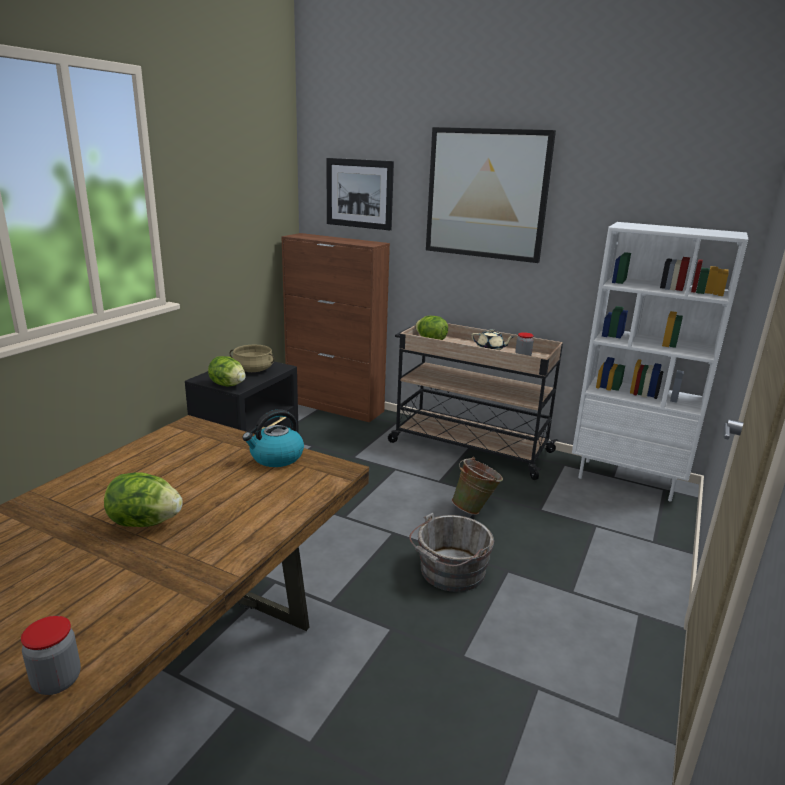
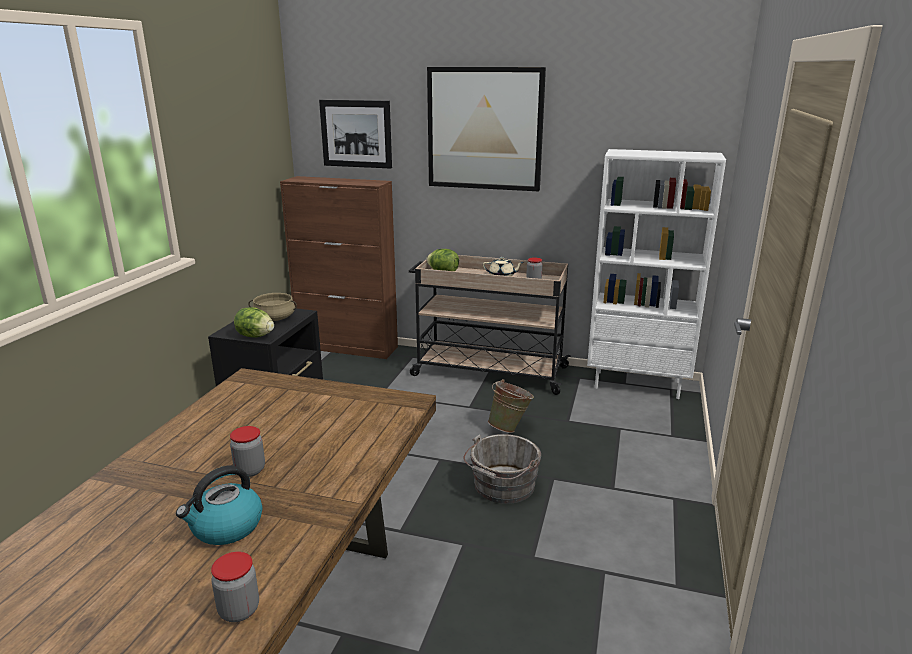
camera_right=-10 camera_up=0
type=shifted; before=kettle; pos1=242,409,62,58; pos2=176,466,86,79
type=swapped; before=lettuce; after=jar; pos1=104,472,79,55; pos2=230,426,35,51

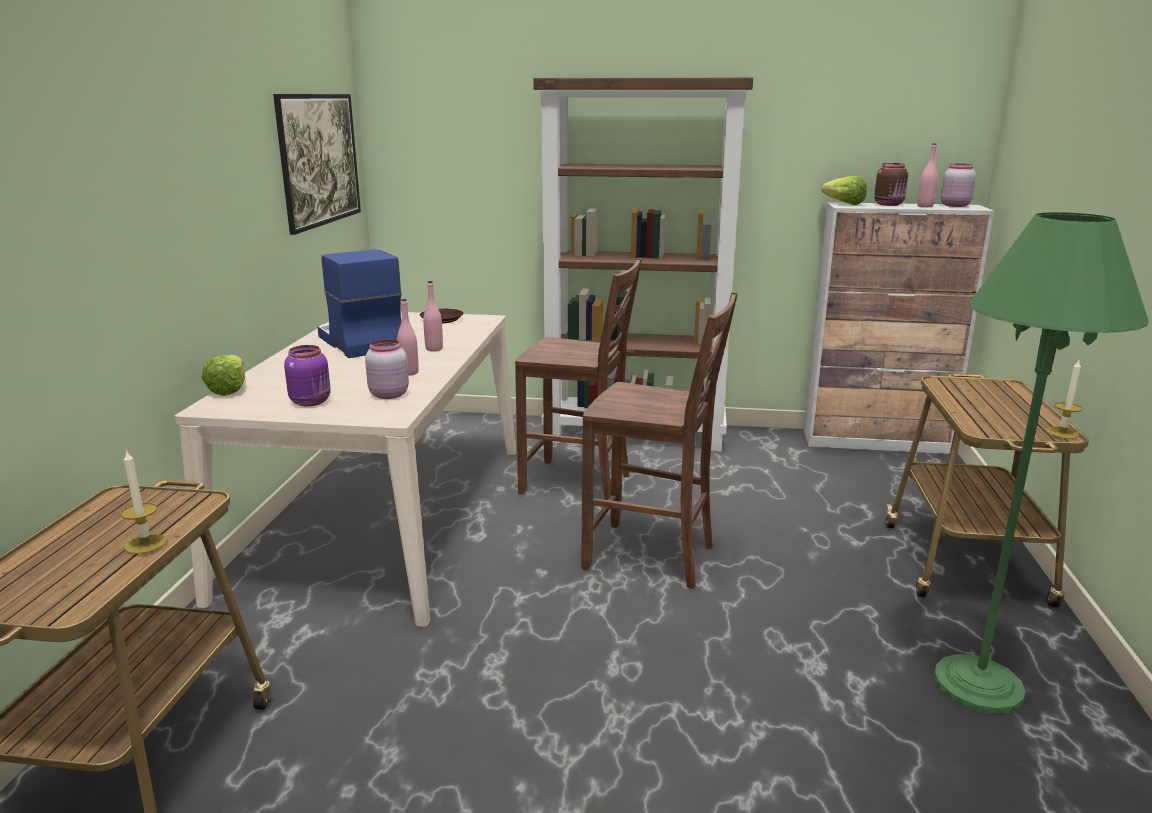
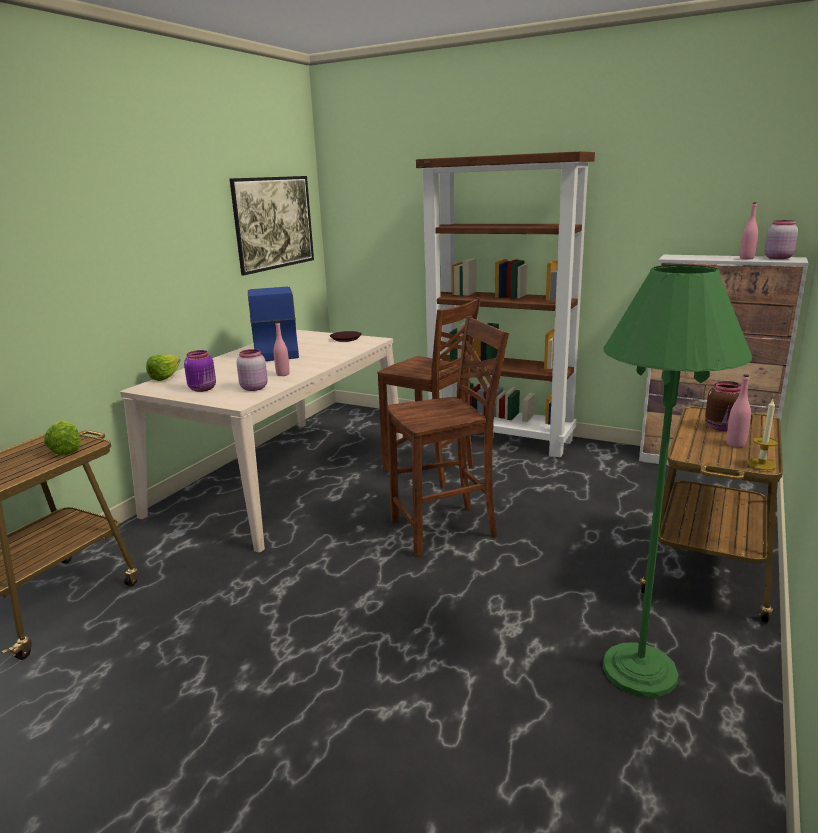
camera_right=20 camera_up=0
type=gone; before=candle; pos1=120,449,47,105
type=shifted; before=pink bottle; pos1=423,281,20,70; pos2=726,374,25,73
type=shifted; before=lettuce; pos1=822,176,45,29; pos2=44,420,37,35
type=shifted; before=brown jar; pos1=874,163,34,43; pos2=705,381,36,50
type=rotated; before=brown chair; pos1=581,291,157,298; pos2=387,316,122,241; turn=-60

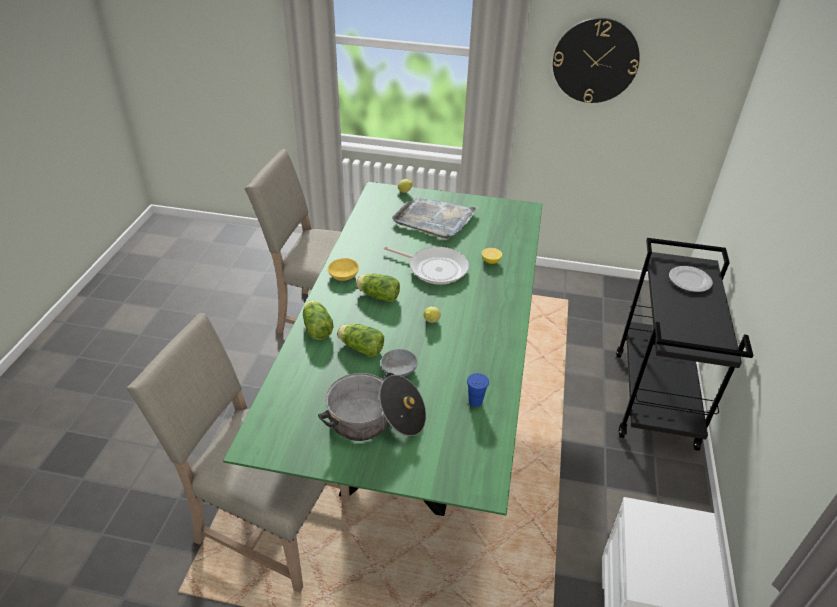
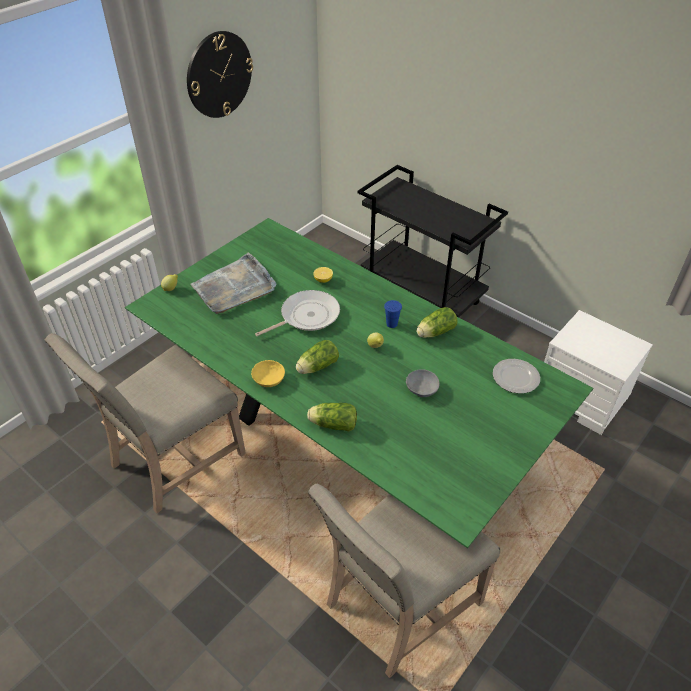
camera_right=-60 camera_up=5
type=gone; before=cooking pot; pos1=318,373,108,68
type=shifted; before=lettuce; pos1=337,324,47,33; pos2=416,307,42,31
type=shifted; before=blue cup; pos1=467,373,22,34; pos2=384,300,18,28
type=shifted; before=plate; pos1=669,266,44,26; pos2=493,359,47,35

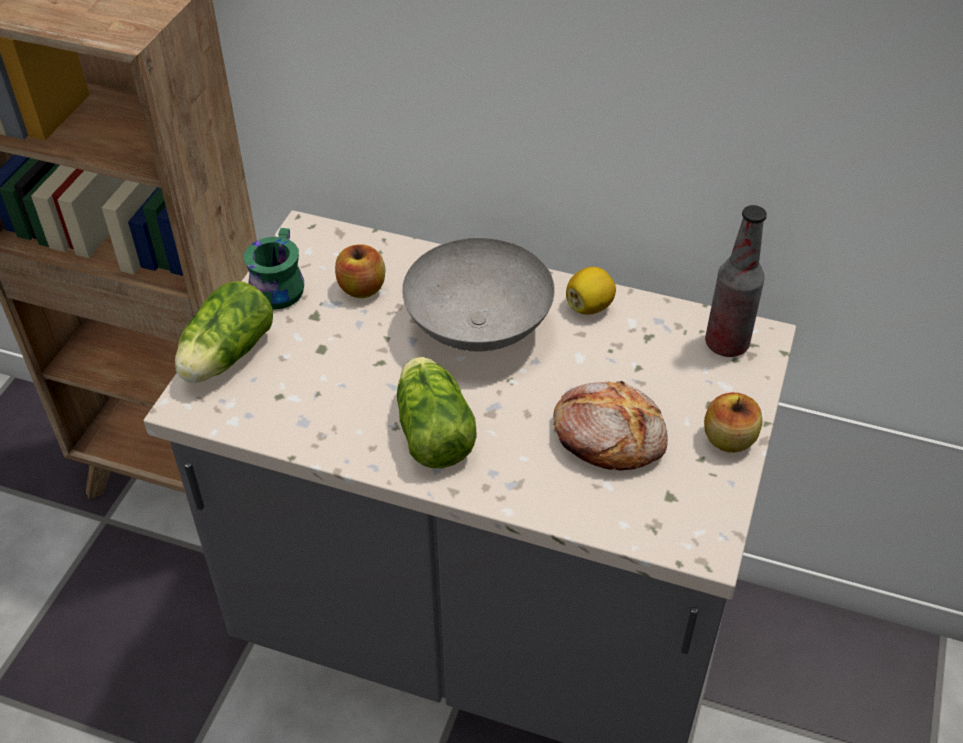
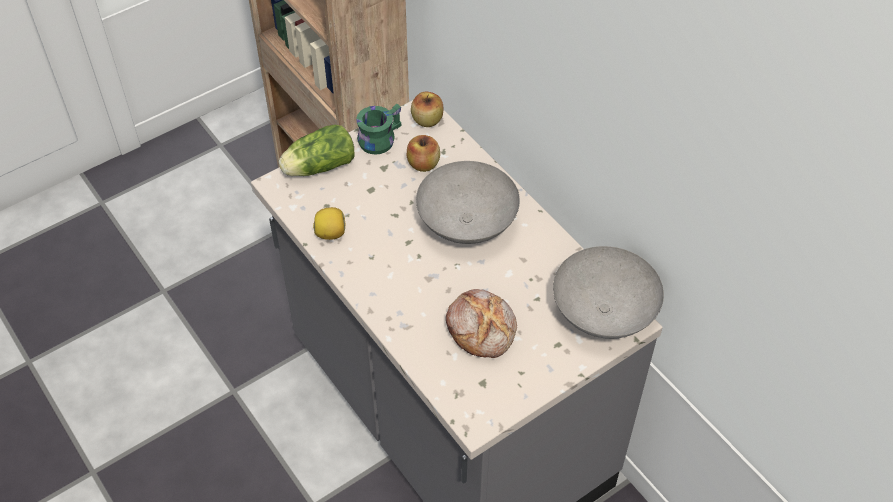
camera_right=35 camera_up=5
type=gone; before=lettuce; pos1=397,357,80,111
type=shifted; before=lemon; pos1=566,267,50,48; pos2=313,207,33,33
type=shifted; before=apple; pos1=704,393,58,60; pos2=411,92,32,35
type=swapped; before=bottle; after=grey bowl; pos1=705,205,62,152; pos2=553,246,111,93

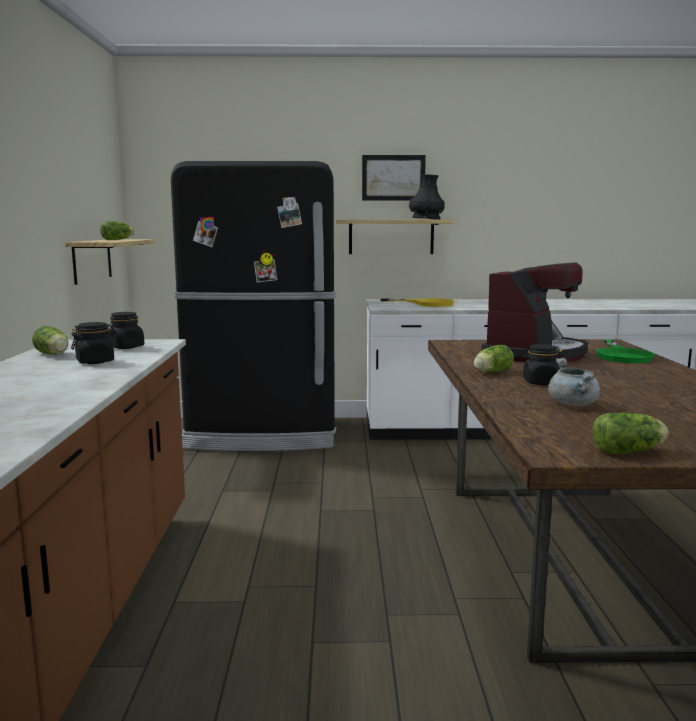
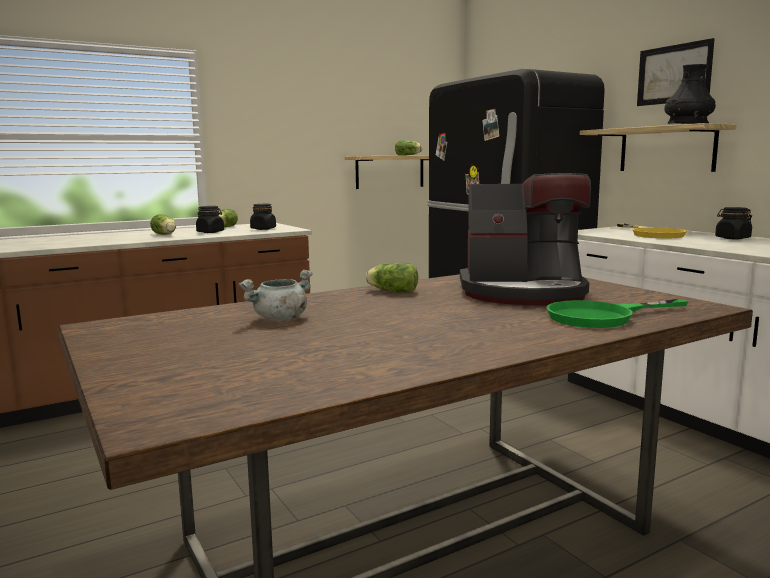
camera_right=60 camera_up=0
type=shifted; before=black jar; pos1=521,344,42,41; pos2=715,207,37,32
type=shifted; before=lettuce; pos1=593,413,76,41; pos2=150,214,26,21

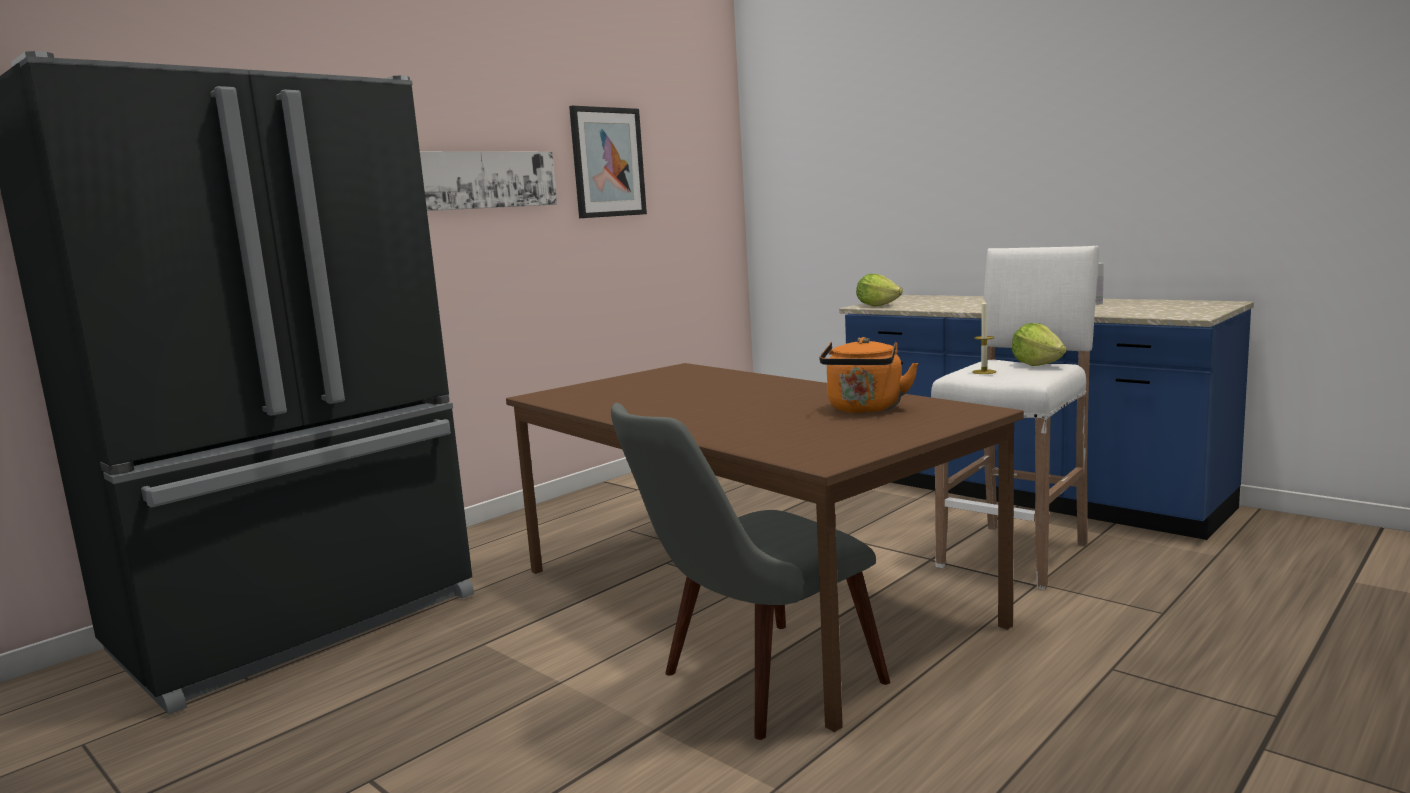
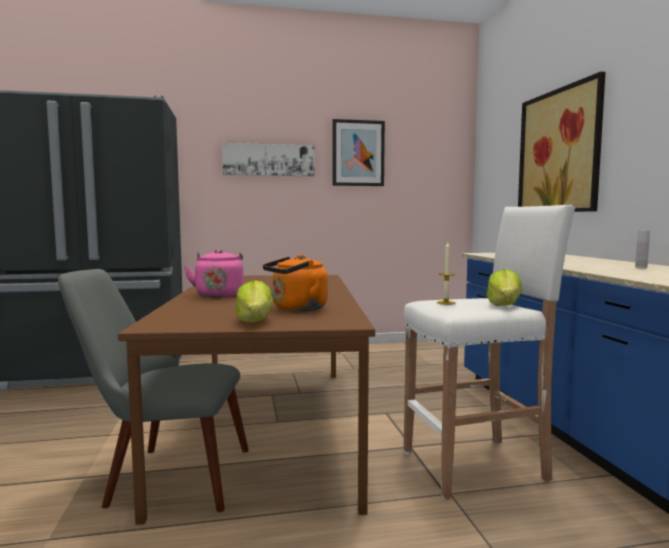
camera_right=35 camera_up=-5
type=new; after=pink kettle; pos2=184,249,59,48
type=new; after=picture; pos2=518,72,88,140
type=shifted; before=lettuce; pos1=856,274,47,33; pos2=235,280,39,43

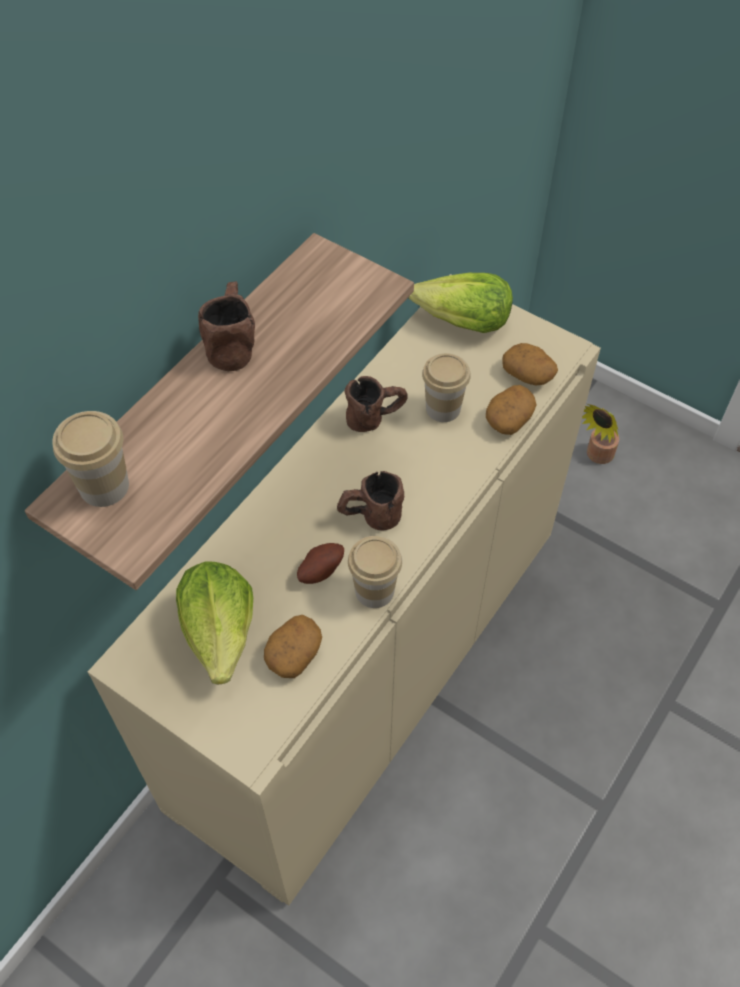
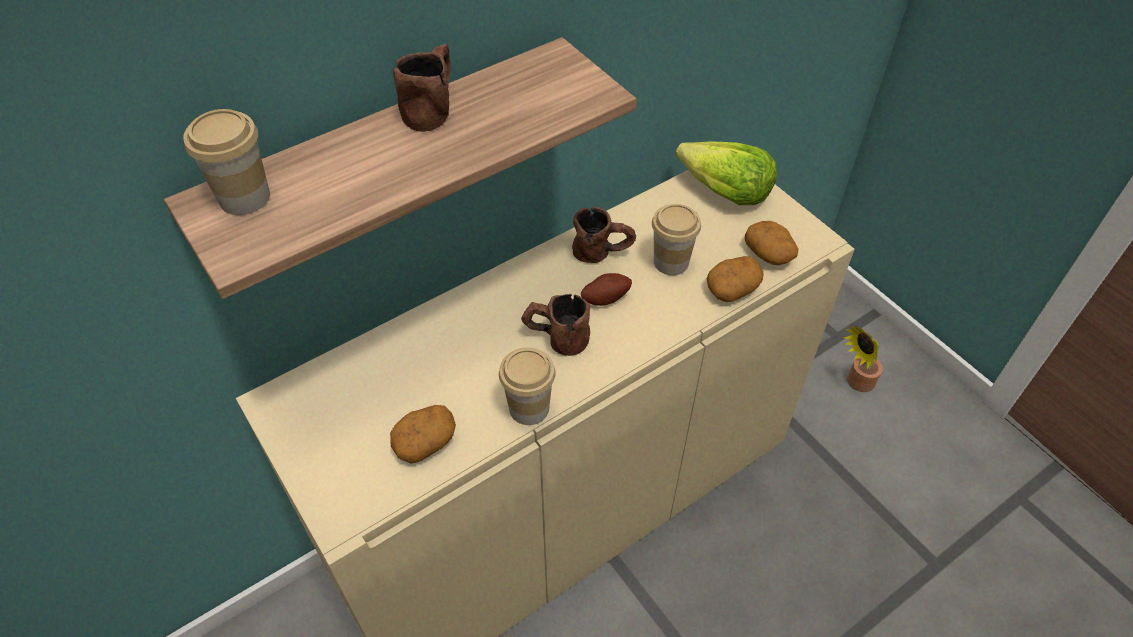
camera_right=20 camera_up=-5
type=gone; before=lettuce; pos1=176,562,77,122
type=shifted; before=potato; pos1=297,543,47,41; pos2=581,273,51,33

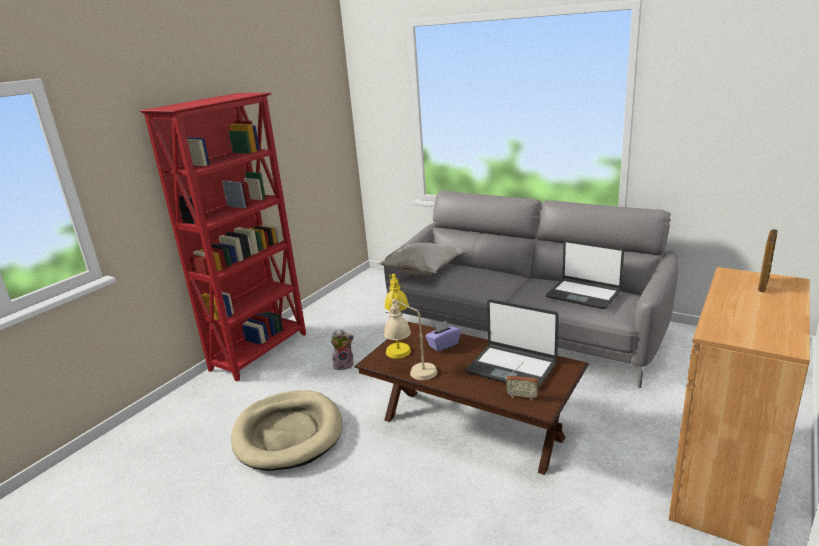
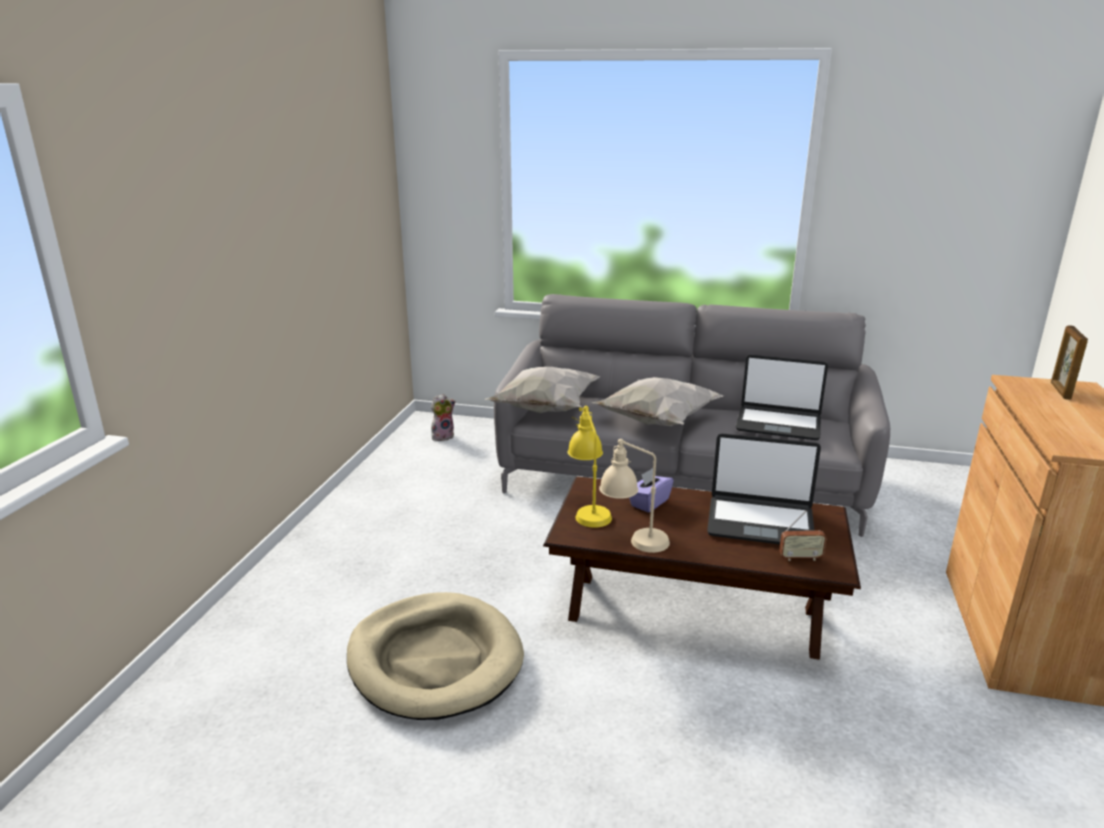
camera_right=-20 camera_up=0
type=gone; before=red bookcase; pos1=139,93,167,288
type=new; after=white pillow; pos2=592,377,132,49
type=shifted; before=plush toy; pos1=331,330,23,40; pos2=431,394,25,47

